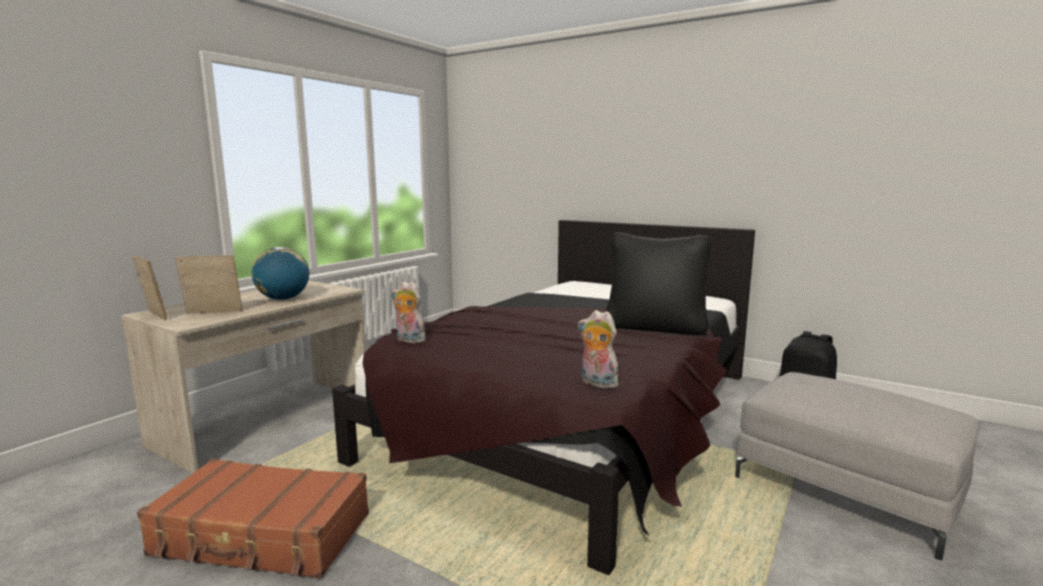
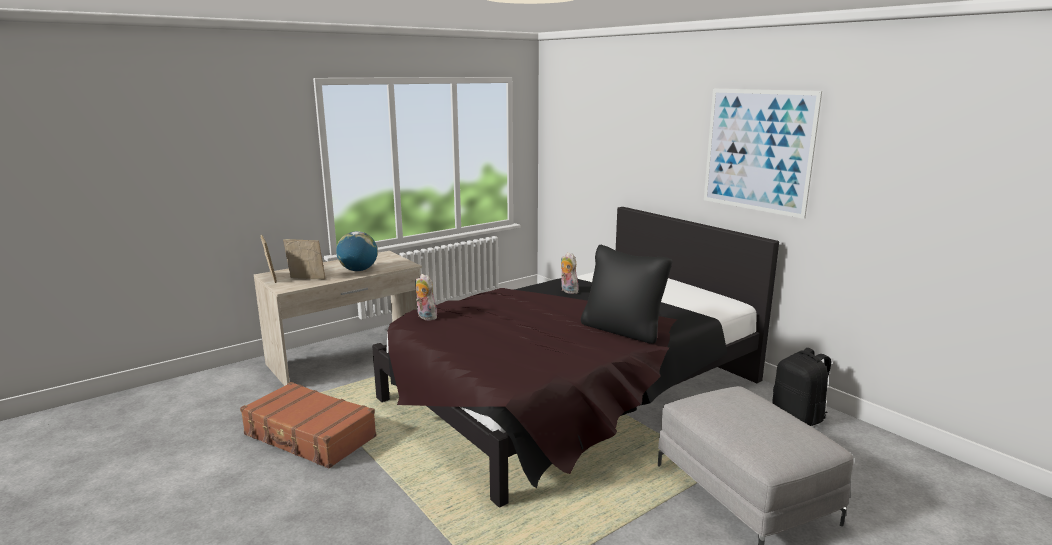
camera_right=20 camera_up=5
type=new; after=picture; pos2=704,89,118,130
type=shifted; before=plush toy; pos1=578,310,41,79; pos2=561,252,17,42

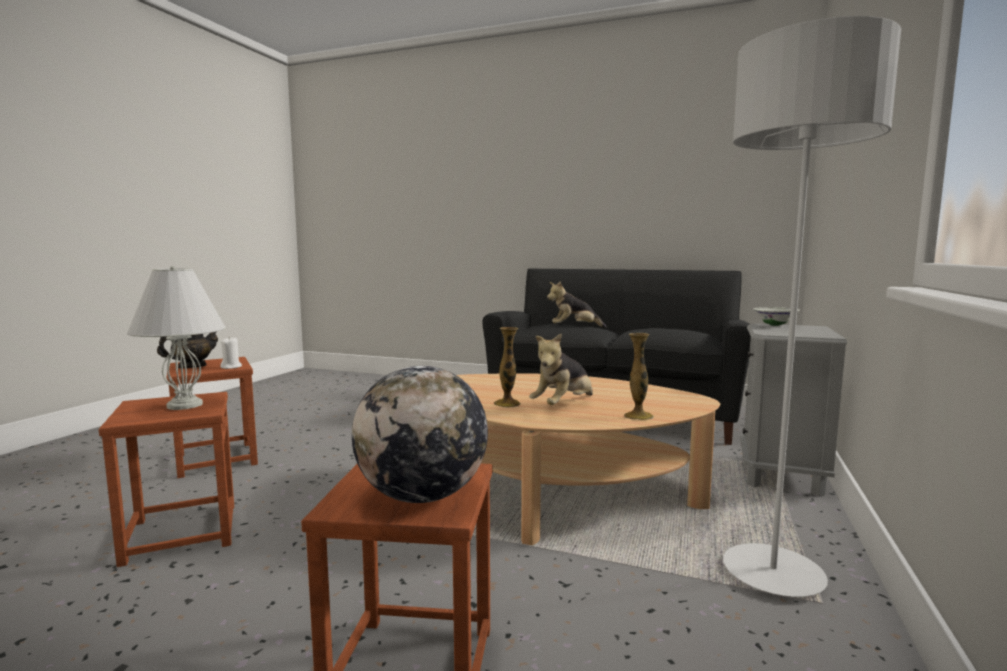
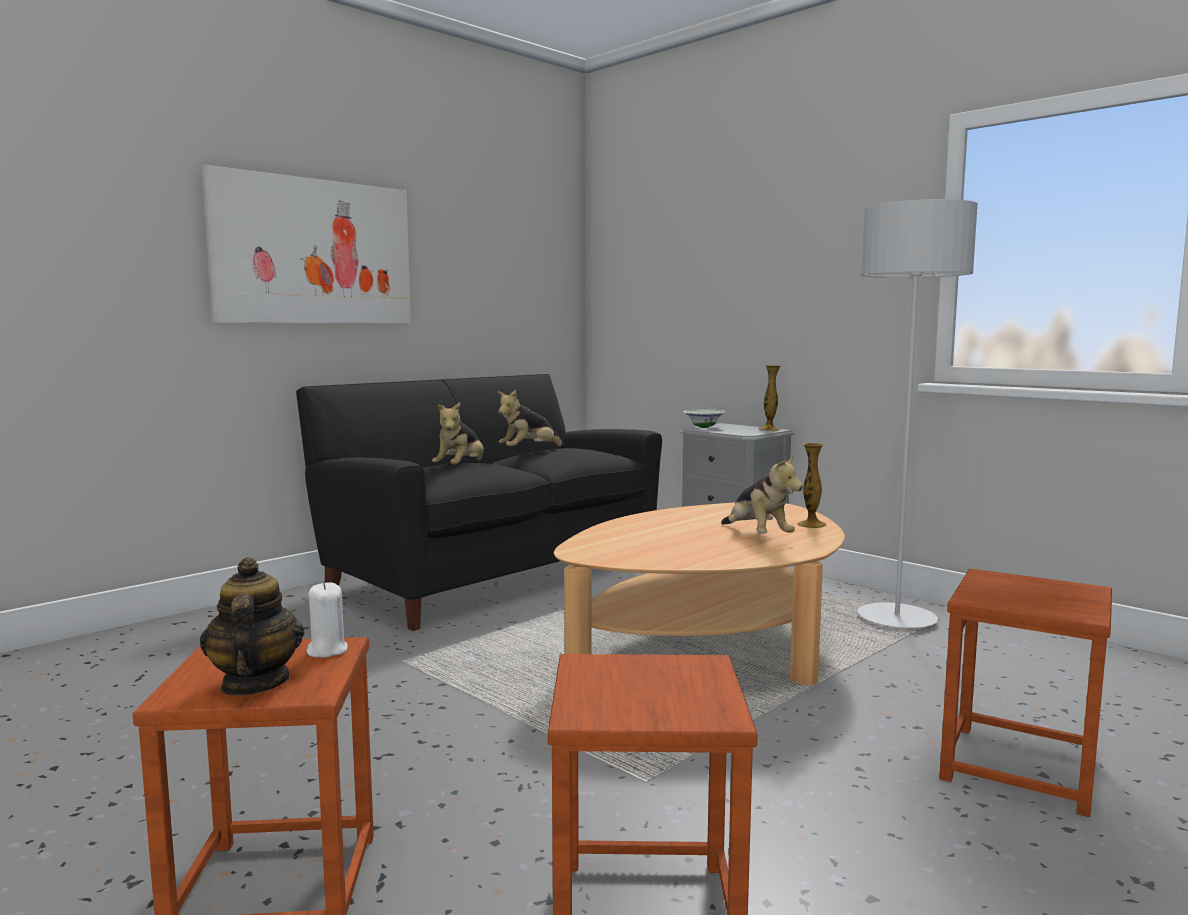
camera_right=-65 camera_up=0
type=gone; before=white table lamp; pos1=127,266,99,144
type=gone; before=globe; pos1=352,366,136,137
type=new; after=picture; pos2=202,165,209,158
type=new; after=plush toy; pos2=497,390,68,58
type=shifted; before=vase; pos1=494,327,27,80; pos2=758,365,23,66

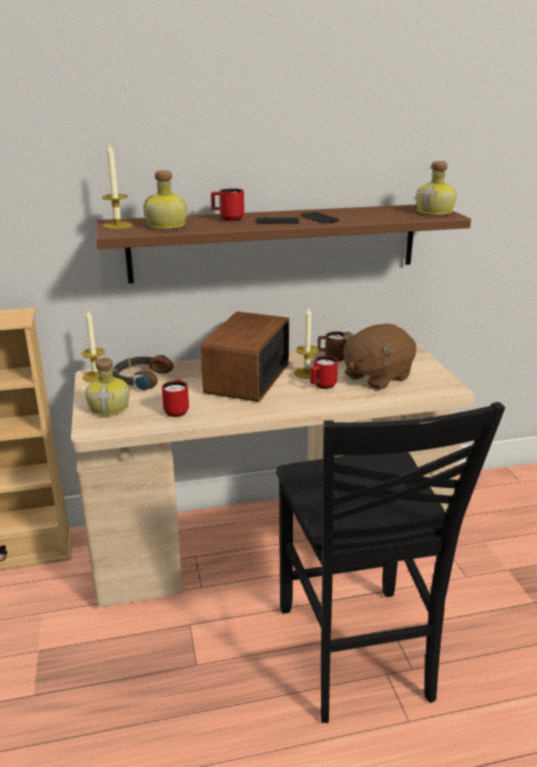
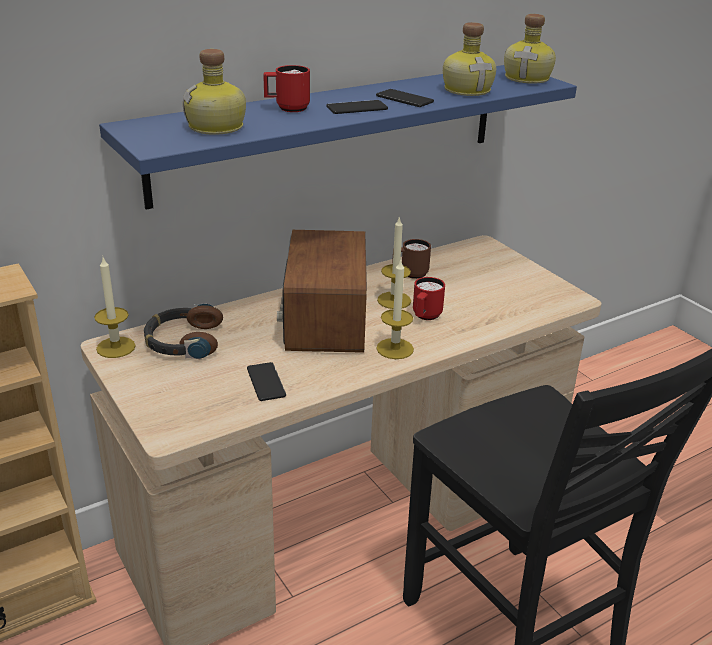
camera_right=-20 camera_up=5
type=gone; before=brown plush toy; pos1=343,324,73,66
type=shifted; before=bottle; pos1=85,358,45,58; pos2=443,22,53,74
type=shifted; before=candle; pos1=102,143,31,86; pos2=376,259,38,100
type=swapped; before=red mug; after=phone; pos1=162,379,27,38; pos2=247,362,39,39
type=repainted; before=brown shelf; after=blue shelf; pos1=96,205,375,79; pos2=99,65,478,145

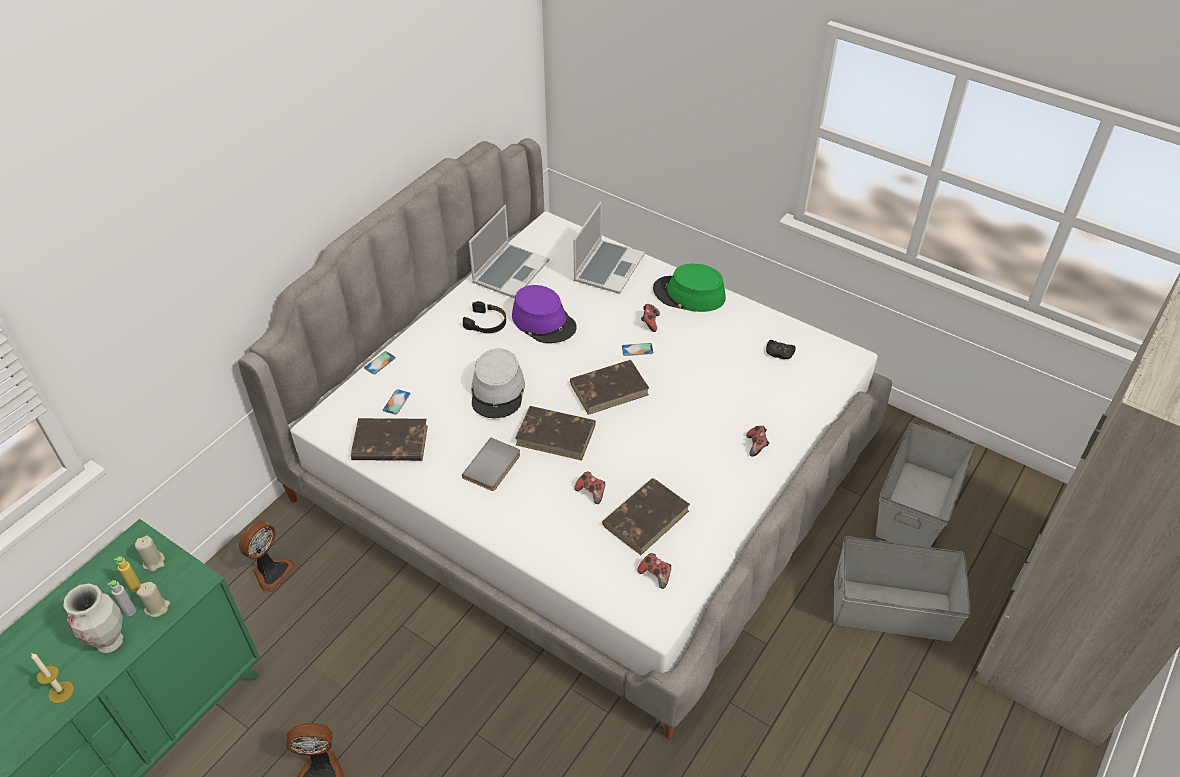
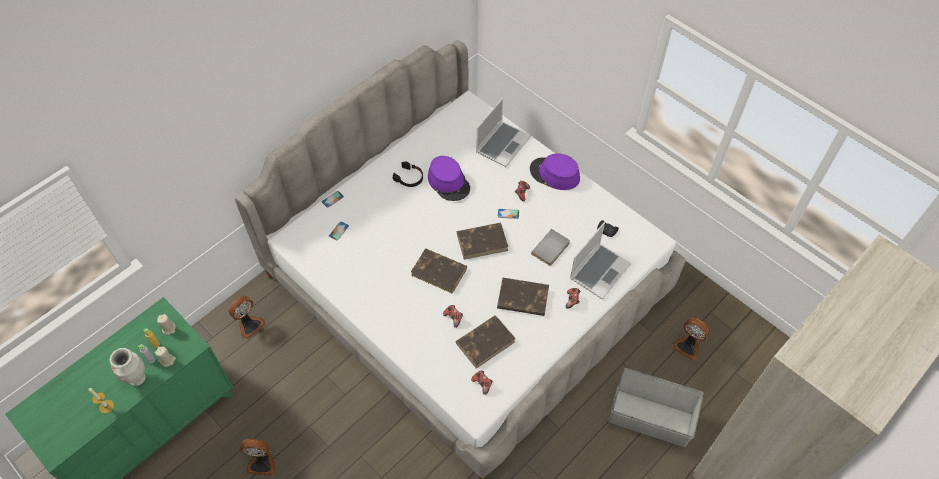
camera_right=10 camera_up=10
type=gone; before=grey hat; pos1=471,348,54,70
type=shifted; before=brown book; pos1=351,418,77,43; pos2=497,278,52,38
type=shifted; before=grey book; pos1=462,437,58,54; pos2=531,229,39,37
type=shifted; before=laptop; pos1=469,205,80,93; pos2=570,222,61,78
type=swapped; before=grey storage box; after=fan; pos1=876,421,100,126; pos2=672,317,38,44
type=repainted; before=green hat; after=purple hat; pos1=653,264,73,48; pos2=530,153,50,37

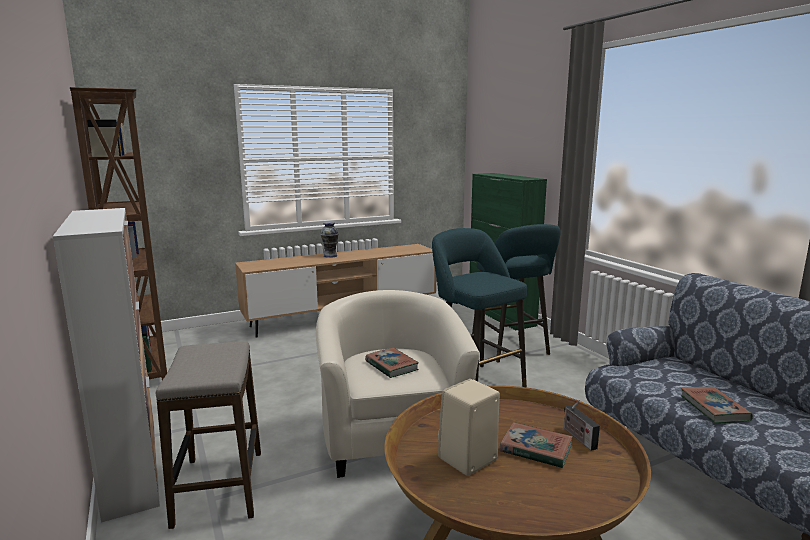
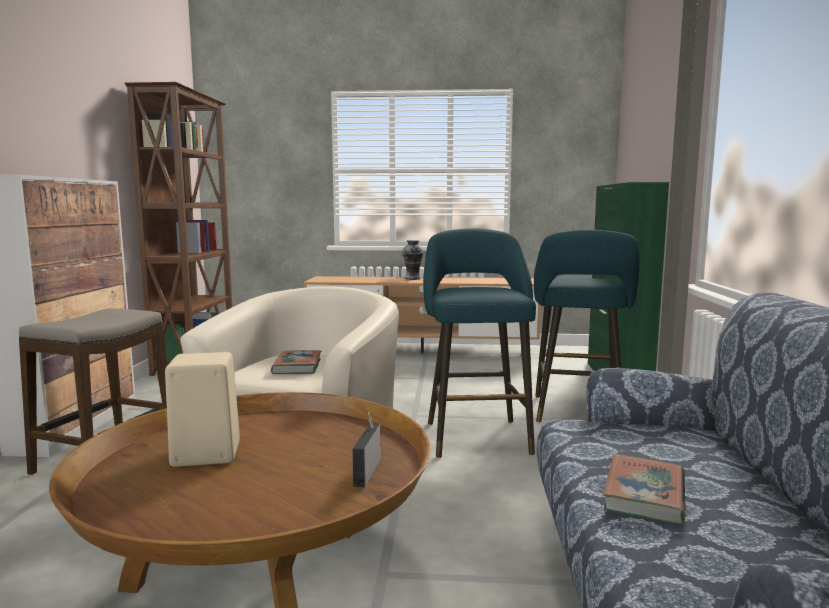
camera_right=30 camera_up=-5
type=gone; before=book; pos1=500,422,73,46

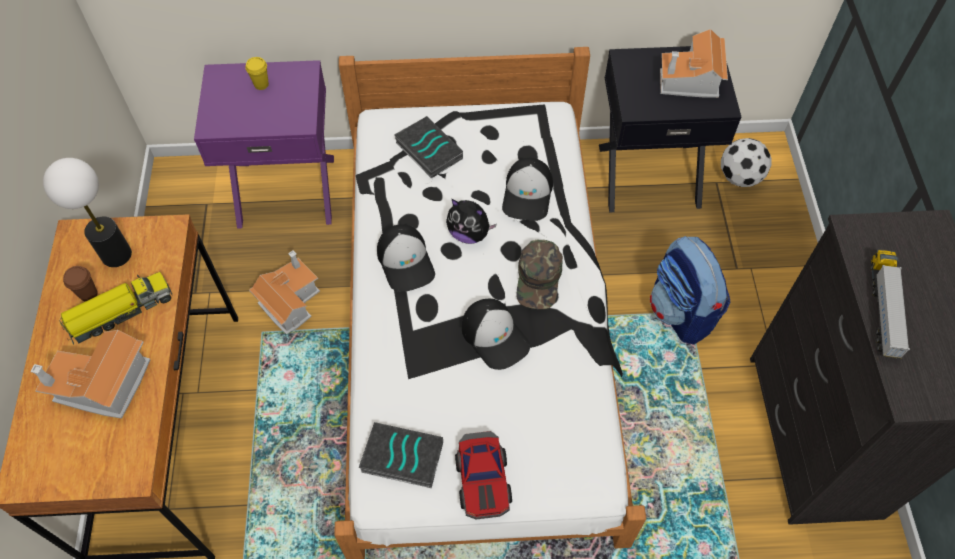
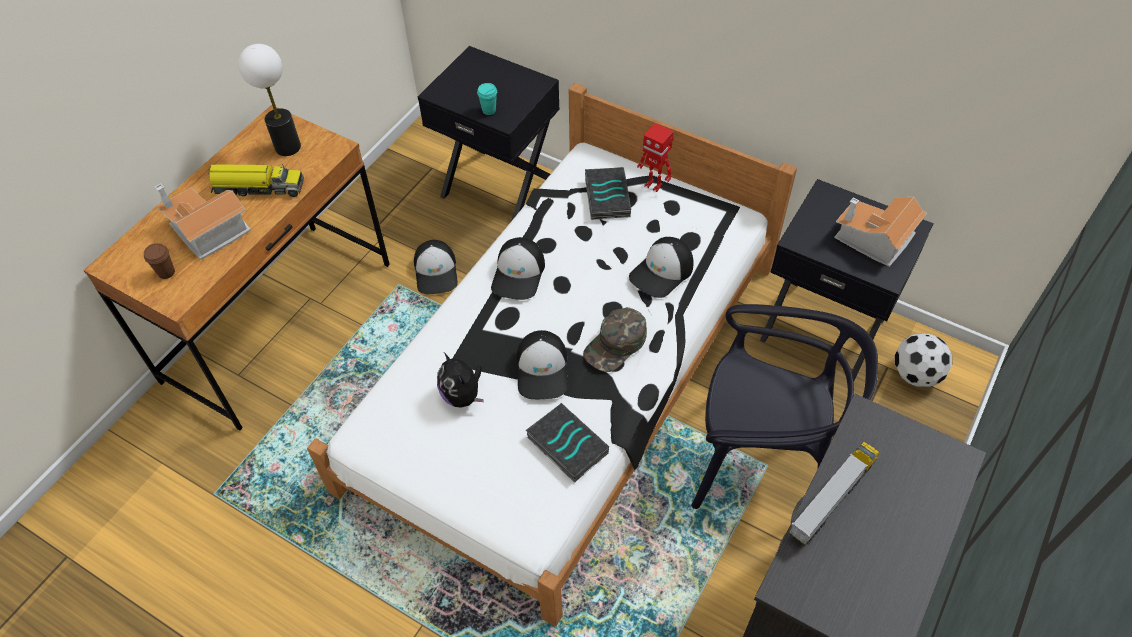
camera_right=35 camera_up=-5
type=gone; before=yellow cup; pos1=246,57,23,33
type=gone; before=toy car; pos1=455,431,57,88
type=new; after=turquoise cup; pos2=477,83,20,32
type=new; after=toy robot; pos2=637,123,37,69
type=shifted; before=brown cup; pos1=63,266,35,36; pos2=144,243,31,36
type=shifted; before=book; pos1=358,422,85,66; pos2=526,403,83,80
type=shifted; before=plush toy; pos1=446,199,51,45; pos2=437,353,47,55
type=swapped; before=toy house; after=cap; pos1=249,250,71,84; pos2=414,240,44,54
type=swapped; before=backpack; after=black chair; pos1=650,236,80,109; pos2=691,304,187,205
type=repainted; before=purple nightstand; after=black nightstand; pos1=194,60,140,169; pos2=418,46,142,174

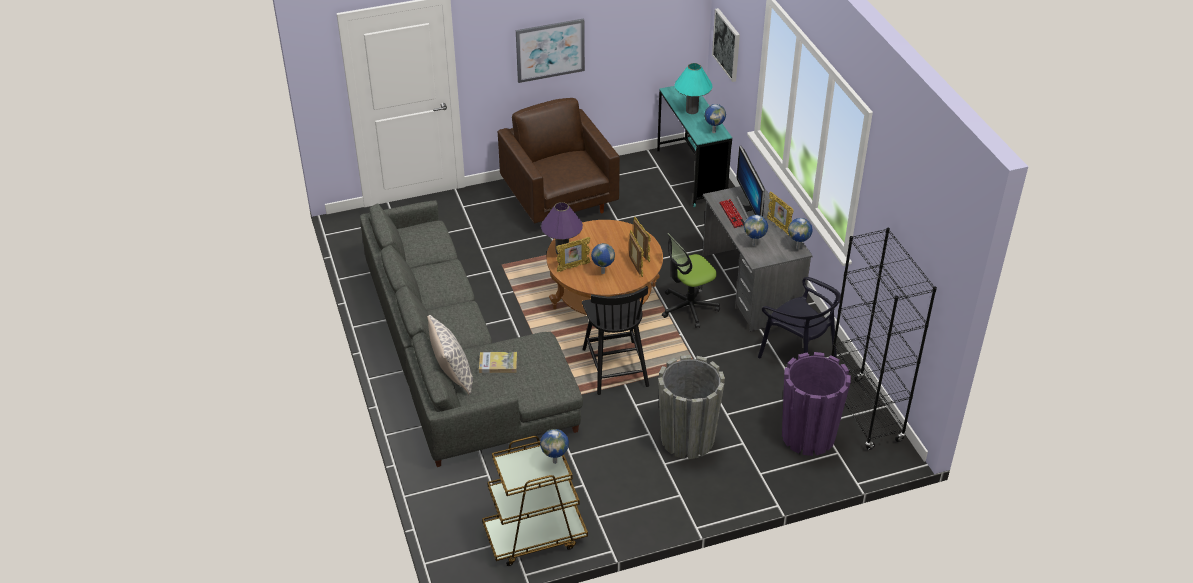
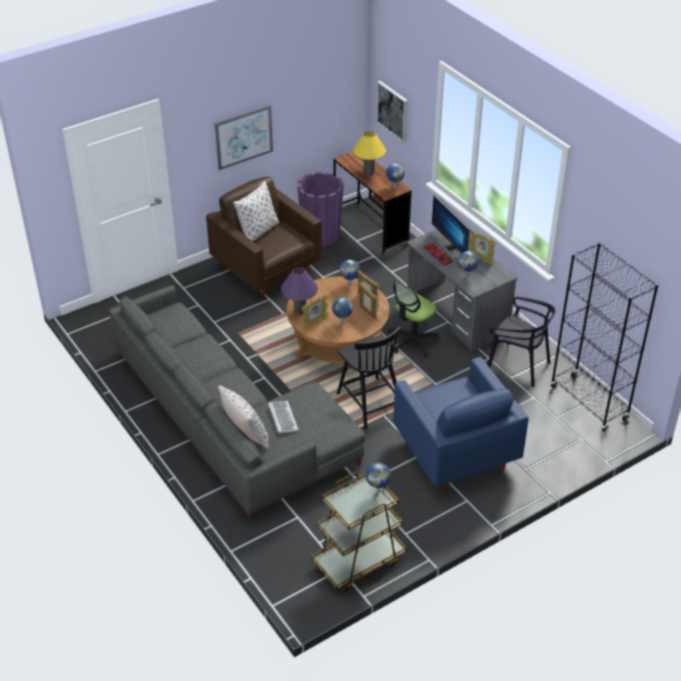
camera_right=-15 camera_up=0
type=new; after=pillow; pos2=233,181,46,60
type=shifted; before=purple planter; pos1=782,352,69,104; pos2=297,171,47,75
type=shifted; before=globe; pos1=788,218,25,31; pos2=340,260,20,26
type=swapped; before=book; after=keyboard; pos1=479,352,38,21; pos2=268,401,31,32
type=swapped; before=grey planter; after=blue armchair; pos1=658,355,67,104; pos2=393,357,136,133
type=repainted; before=turquoise desk; after=brown desk; pos1=657,86,75,121; pos2=333,151,79,105
type=repainted; before=turquoise table lamp; after=yellow table lamp; pos1=675,63,38,51; pos2=353,131,33,45

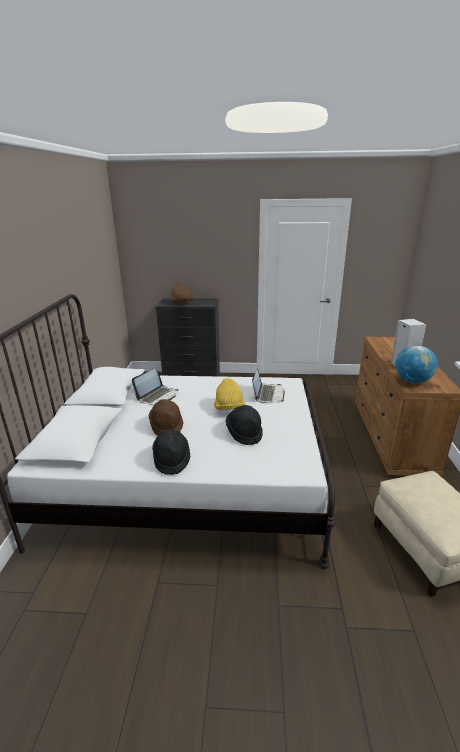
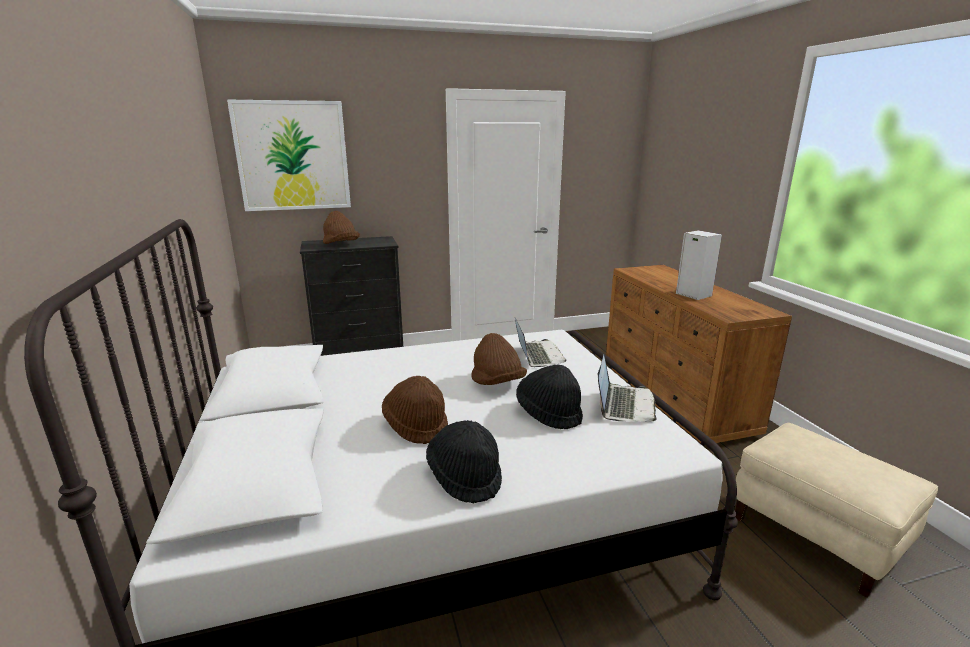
camera_right=-20 camera_up=-5
type=gone; before=globe; pos1=396,345,42,38
type=new; after=picture; pos2=227,100,124,111
type=shifted; before=laptop; pos1=132,369,46,36; pos2=598,354,59,68
type=repainted; before=yellow hat; after=brown hat; pos1=214,378,32,32; pos2=472,333,55,52

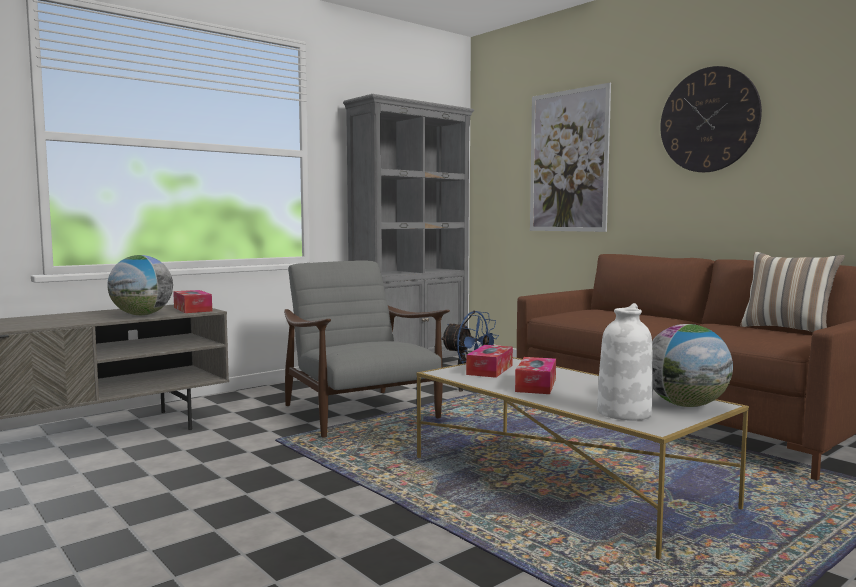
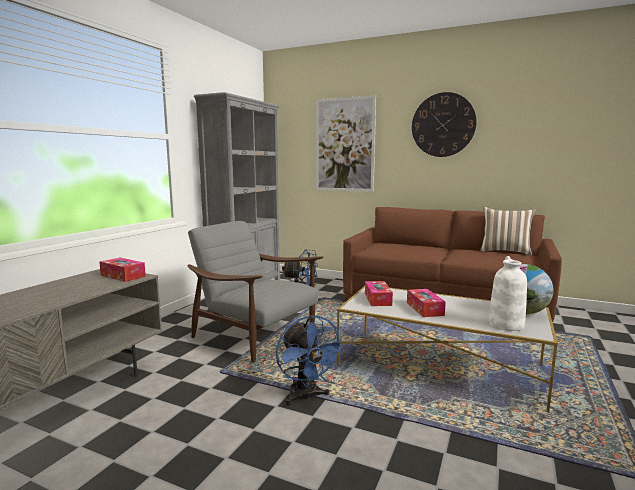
camera_right=-25 camera_up=5
type=gone; before=globe; pos1=107,255,66,60
type=new; after=blue fan; pos2=276,315,70,91

